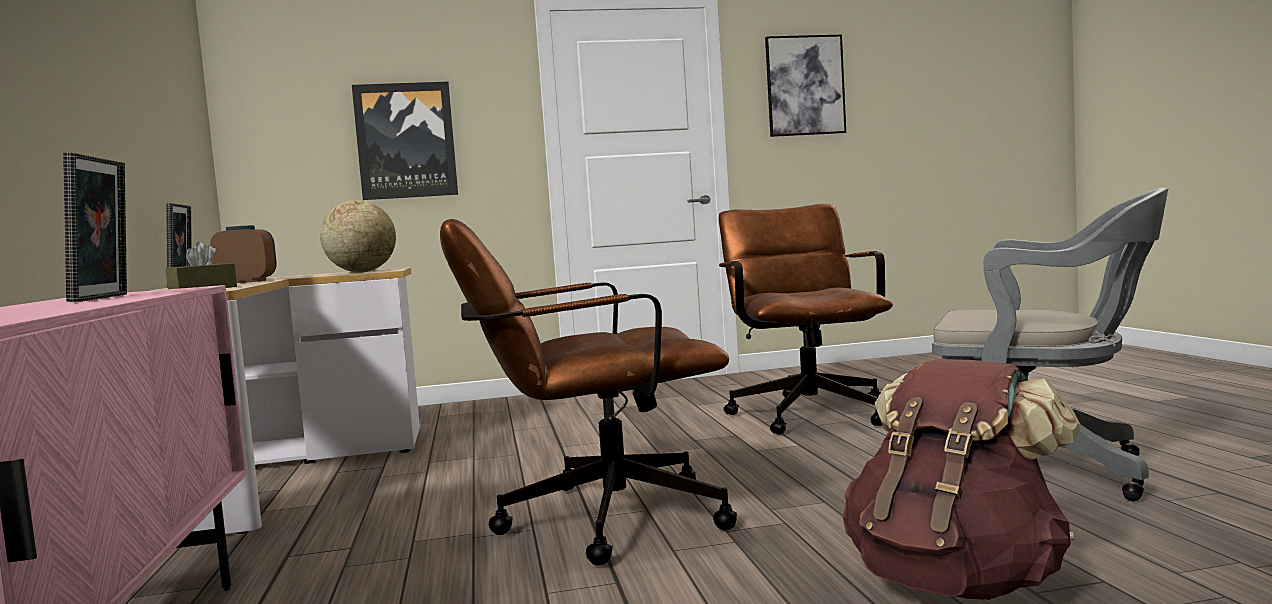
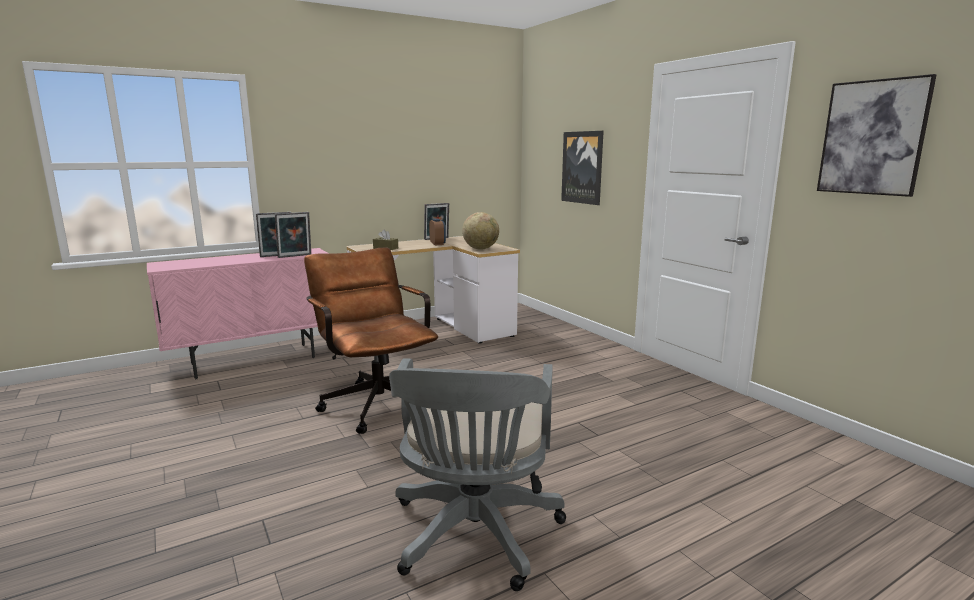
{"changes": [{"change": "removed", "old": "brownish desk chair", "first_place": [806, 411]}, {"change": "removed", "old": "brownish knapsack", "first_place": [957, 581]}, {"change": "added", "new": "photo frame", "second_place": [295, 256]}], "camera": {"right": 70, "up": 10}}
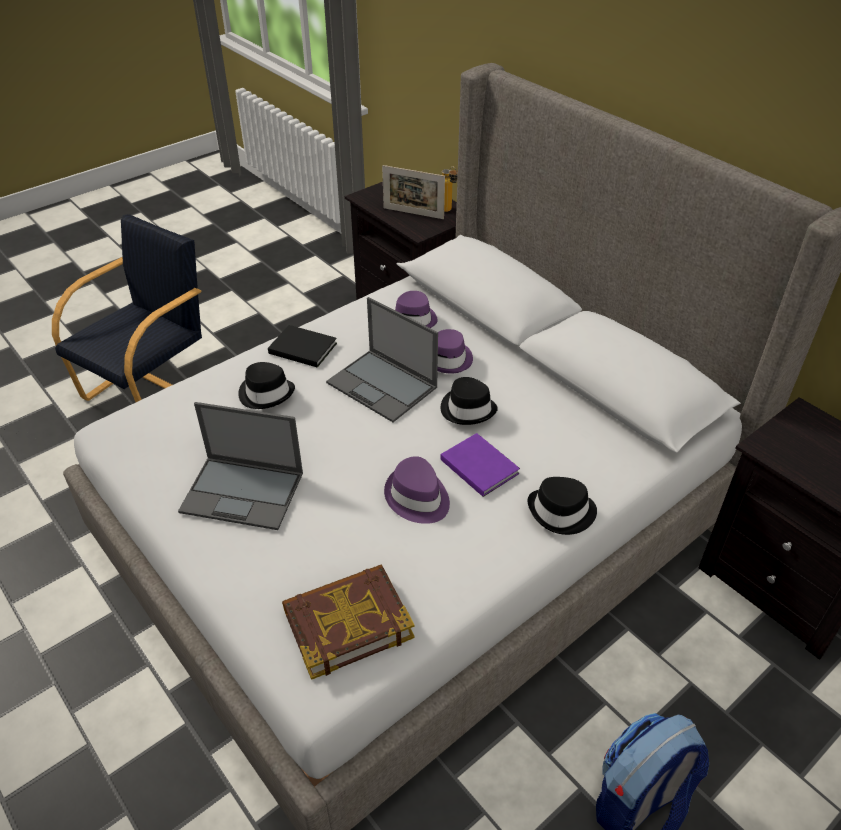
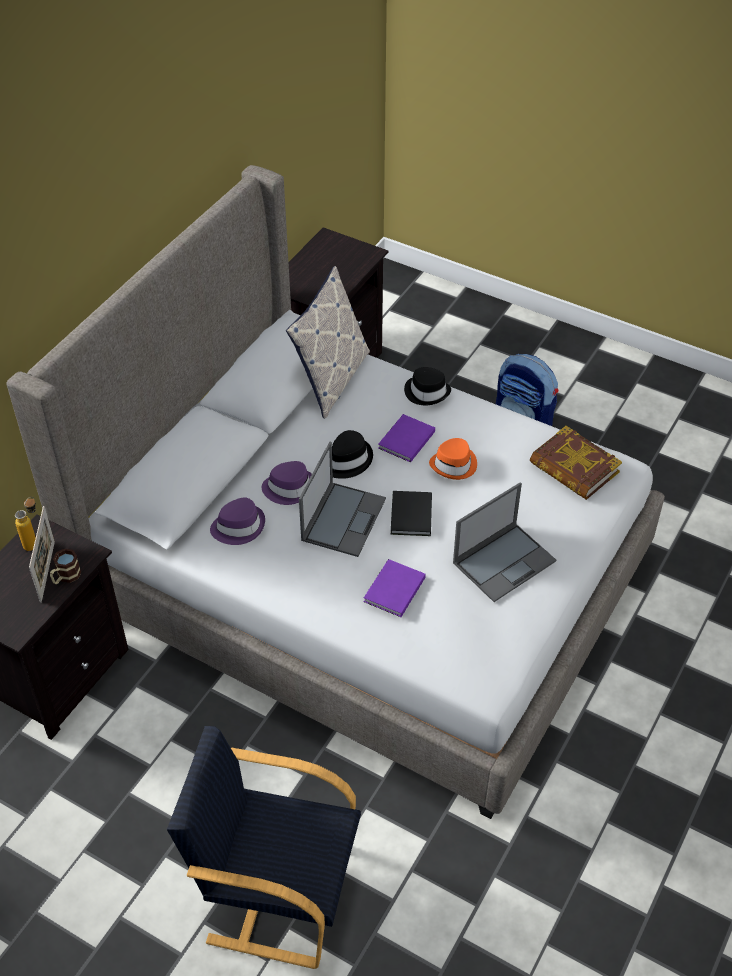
{"changes": [{"change": "added", "new": "tea mug", "second_place": [65, 577]}, {"change": "added", "new": "throw pillow", "second_place": [331, 380]}, {"change": "moved", "old": "black volume", "first_place": [302, 347], "second_place": [410, 516]}, {"change": "replaced", "old": "black wearable hat", "new": "purple-coloured volume", "first_place": [266, 393], "second_place": [393, 590]}, {"change": "recoloured", "old": "purple-coloured wearable hat", "new": "orange-coloured wearable hat", "first_place": [417, 498], "second_place": [454, 465]}, {"change": "turned", "old": "notebook computer", "first_place": [244, 492], "second_place": [505, 561], "degrees": 60}], "camera": {"right": -110, "up": 5}}
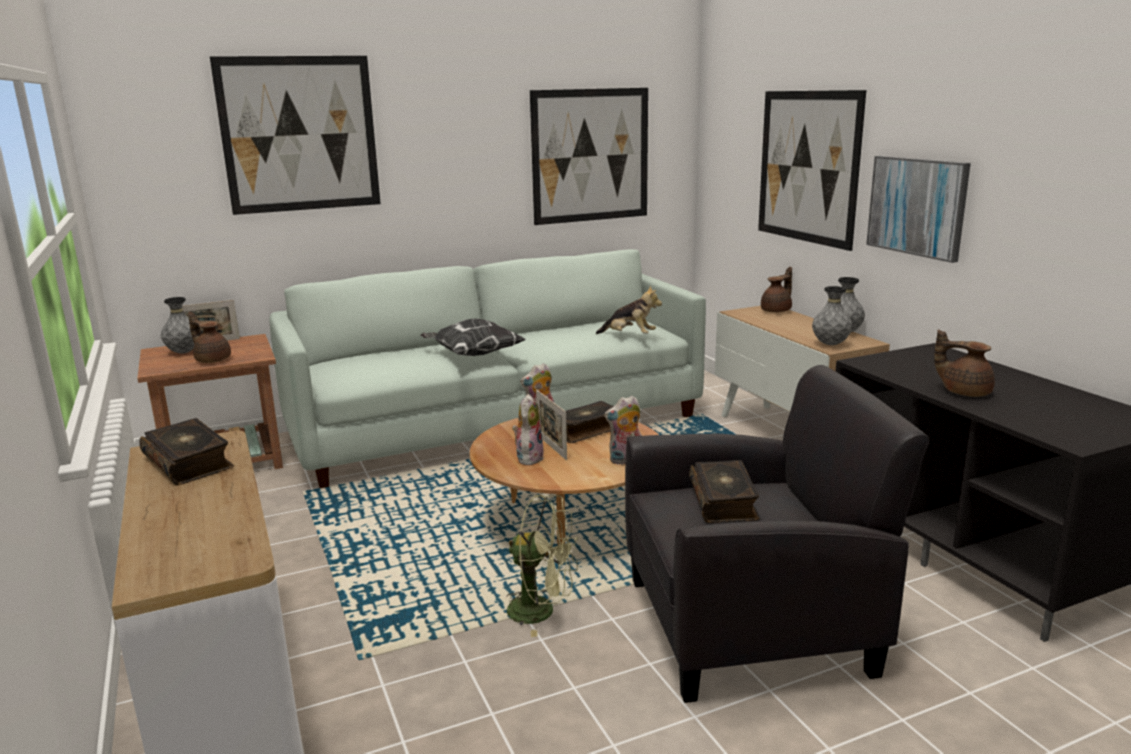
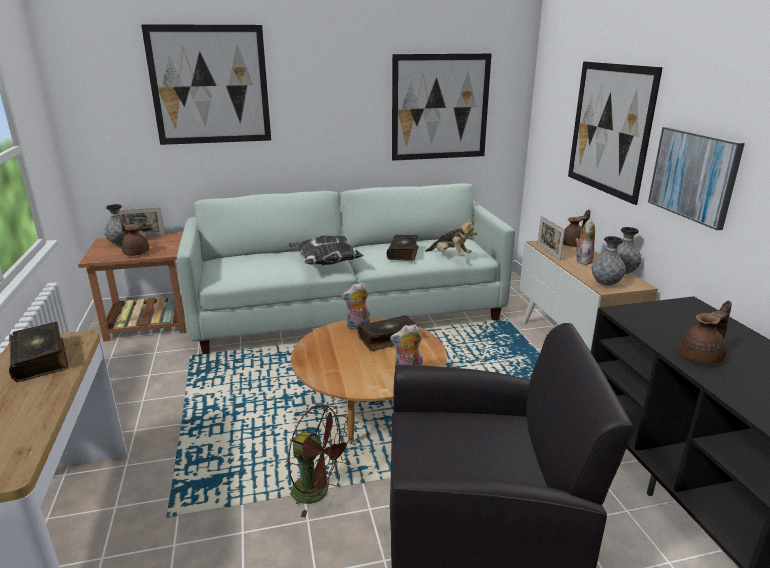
{"changes": [{"change": "moved", "old": "plush toy", "first_place": [528, 457], "second_place": [582, 260]}, {"change": "moved", "old": "photo frame", "first_place": [551, 447], "second_place": [548, 253]}, {"change": "moved", "old": "volume", "first_place": [724, 501], "second_place": [403, 253]}, {"change": "recoloured", "old": "greenish fan", "new": "brownish fan", "first_place": [541, 611], "second_place": [318, 492]}, {"change": "turned", "old": "brownish pot for tea", "first_place": [964, 392], "second_place": [702, 357], "degrees": 105}], "camera": {"right": 10, "up": 5}}
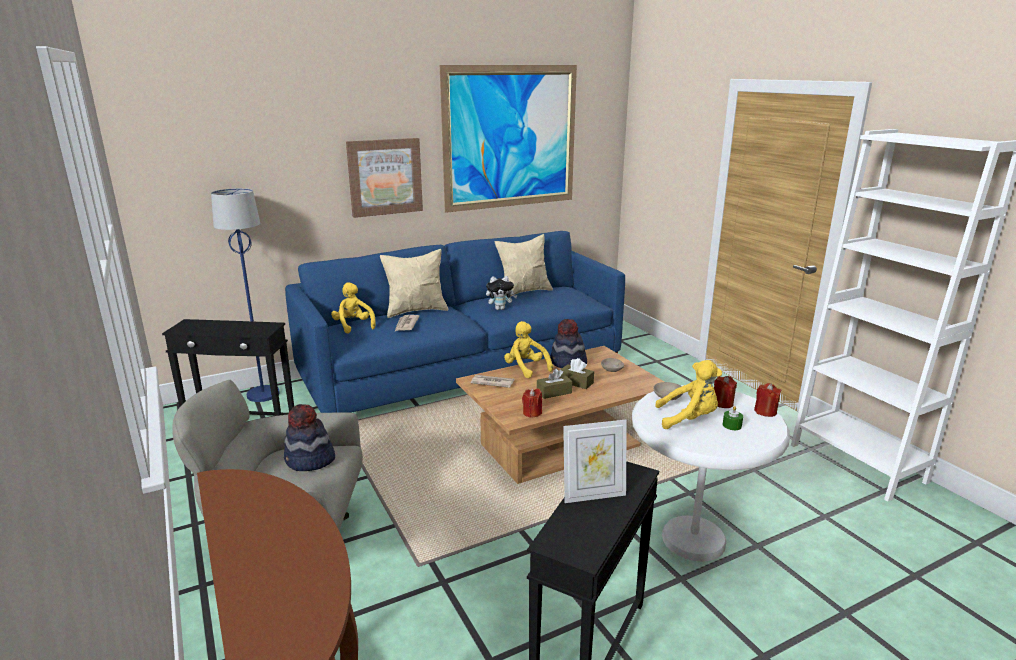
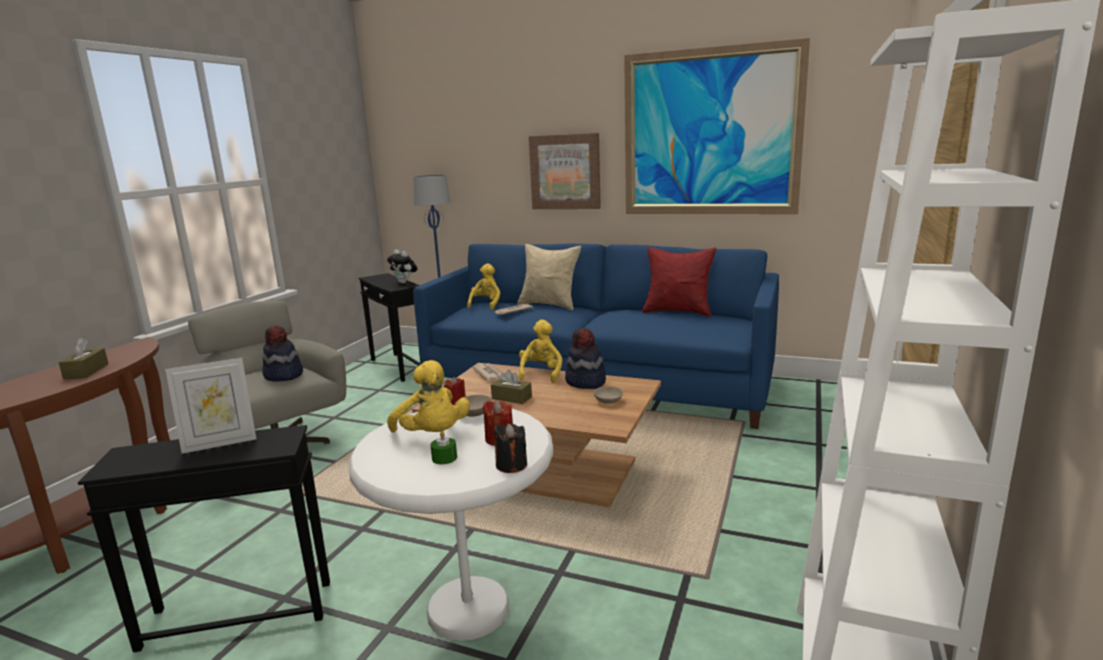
{"changes": [{"change": "moved", "old": "plush toy", "first_place": [500, 308], "second_place": [404, 283]}, {"change": "moved", "old": "brownish box of tissues", "first_place": [576, 382], "second_place": [86, 371]}, {"change": "recoloured", "old": "beige-coloured throw pillow", "new": "red throw pillow", "first_place": [524, 292], "second_place": [678, 312]}, {"change": "recoloured", "old": "red wax light", "new": "black wax light", "first_place": [765, 411], "second_place": [511, 465]}, {"change": "turned", "old": "photo frame", "first_place": [593, 495], "second_place": [220, 443], "degrees": -60}], "camera": {"right": 50, "up": -5}}
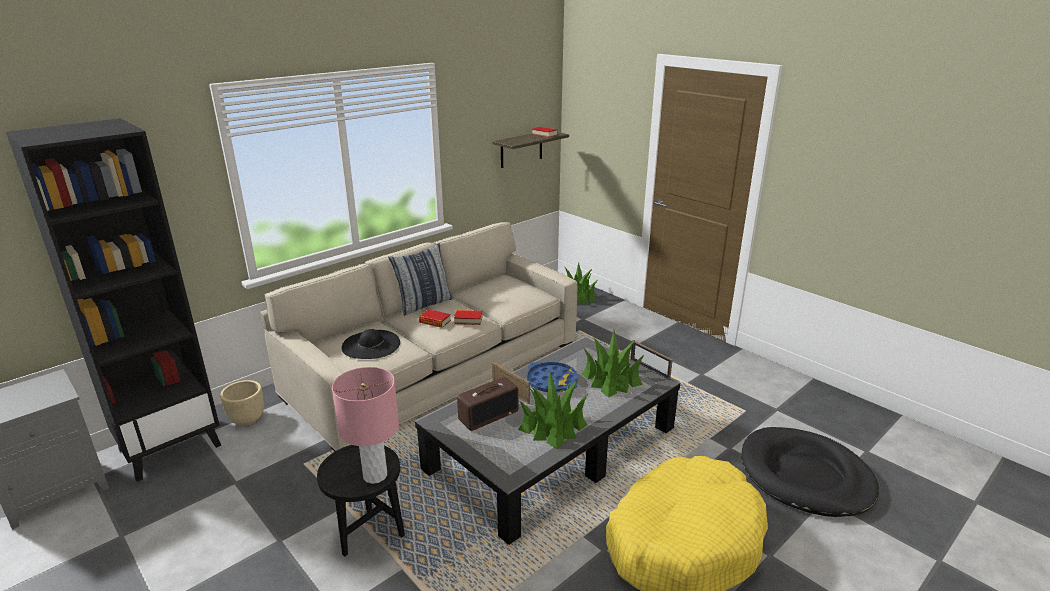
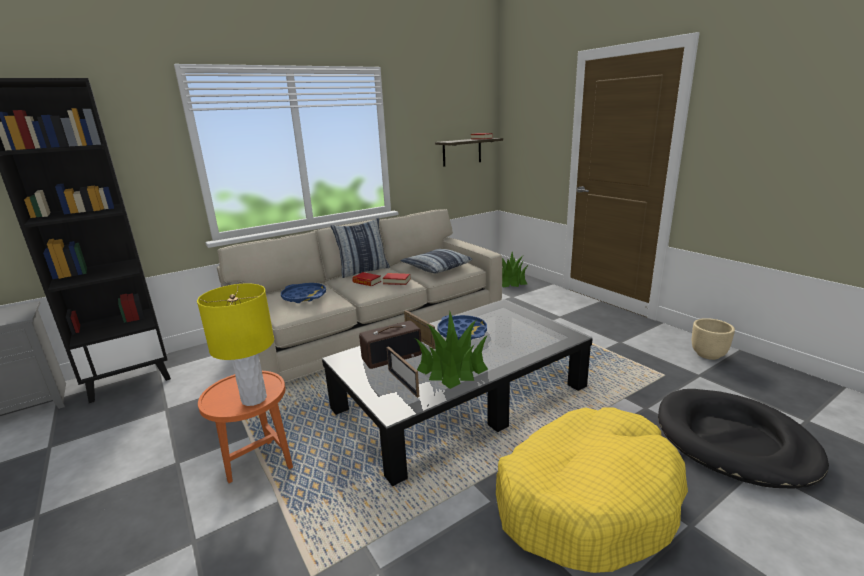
{"changes": [{"change": "removed", "old": "houseplant", "first_place": [611, 379]}, {"change": "added", "new": "throw pillow", "second_place": [436, 267]}, {"change": "moved", "old": "beige-coloured plant pot", "first_place": [247, 419], "second_place": [708, 354]}, {"change": "moved", "old": "photo frame", "first_place": [649, 369], "second_place": [403, 383]}, {"change": "replaced", "old": "black wearable hat", "new": "blue tray", "first_place": [371, 344], "second_place": [304, 296]}, {"change": "recoloured", "old": "black end table", "new": "orange-coloured end table", "first_place": [368, 537], "second_place": [258, 466]}, {"change": "recoloured", "old": "pinkish lamp for a table", "new": "yellow lamp for a table", "first_place": [375, 475], "second_place": [254, 398]}], "camera": {"right": 10, "up": -5}}
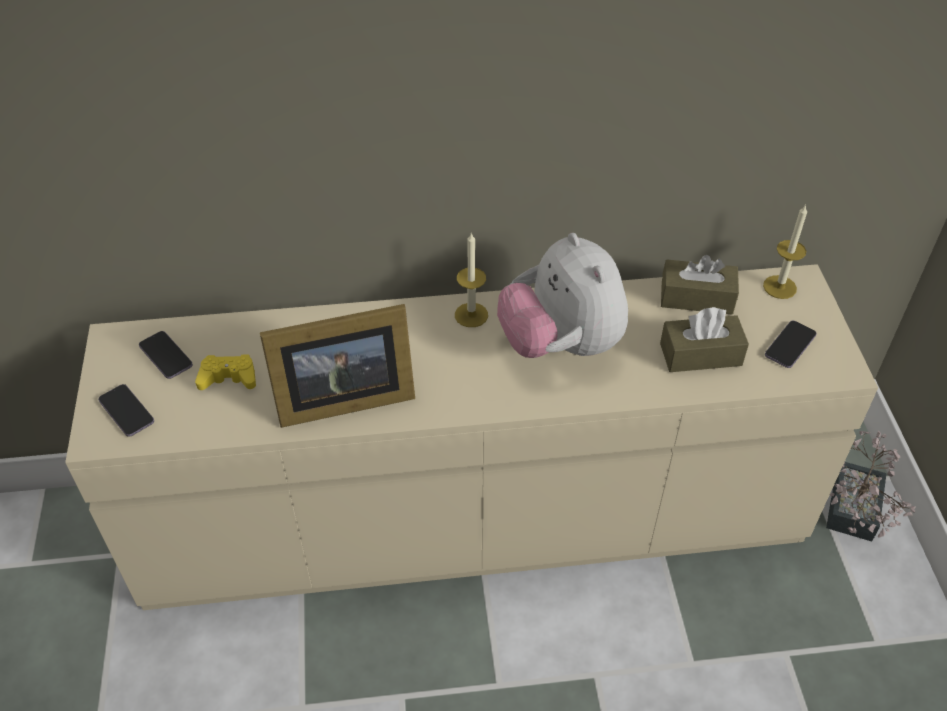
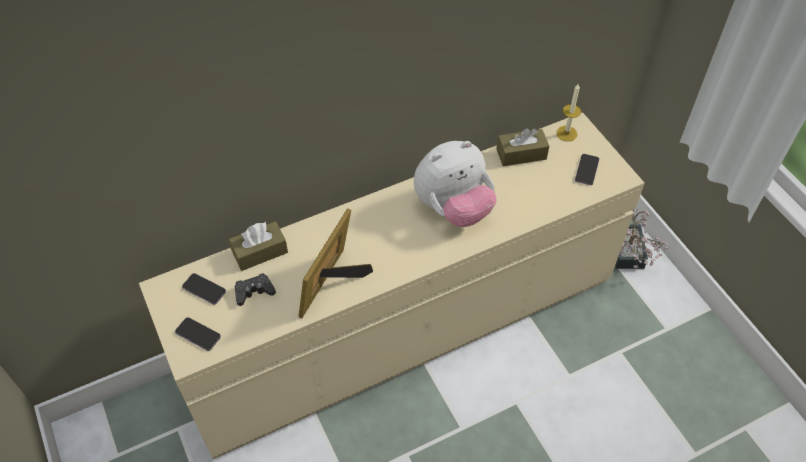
{"changes": [{"change": "removed", "old": "wax light", "first_place": [471, 315]}, {"change": "moved", "old": "brownish box of tissues", "first_place": [700, 354], "second_place": [260, 252]}, {"change": "recoloured", "old": "yellow gamepad", "new": "black gamepad", "first_place": [228, 378], "second_place": [254, 292]}, {"change": "turned", "old": "photo frame", "first_place": [340, 399], "second_place": [333, 284], "degrees": 150}, {"change": "turned", "old": "plush toy", "first_place": [561, 345], "second_place": [453, 208], "degrees": -75}], "camera": {"right": -20, "up": 5}}
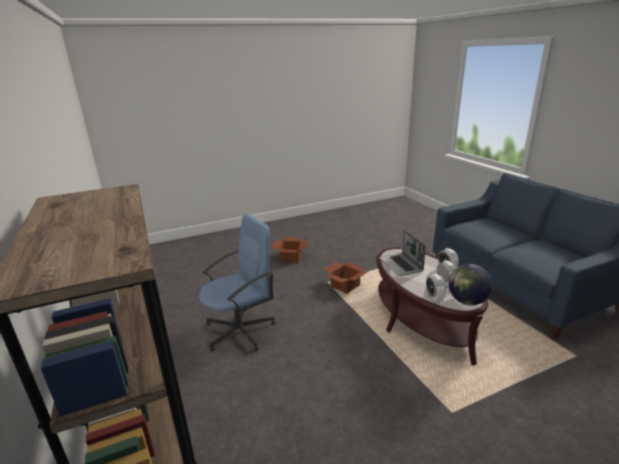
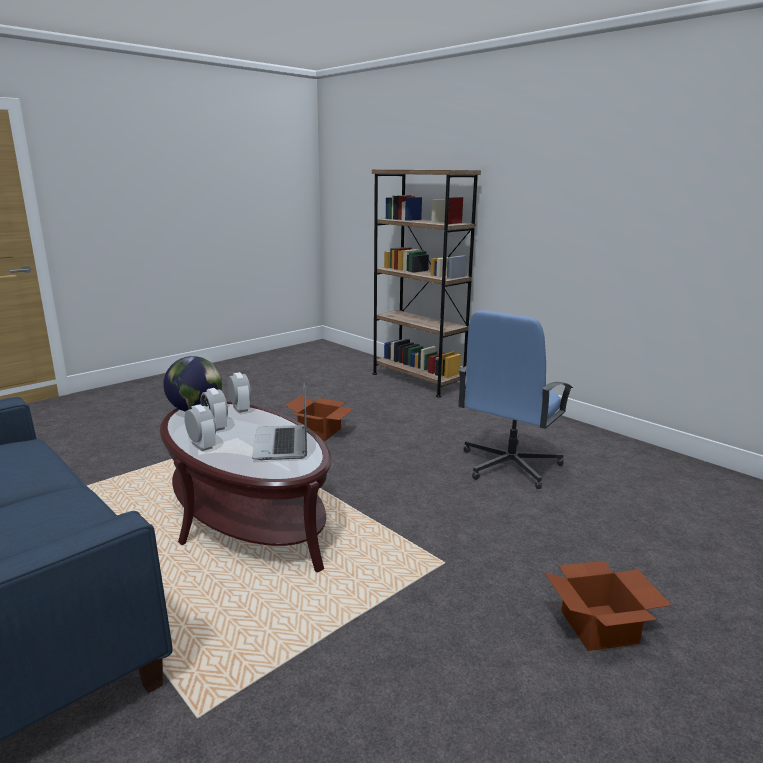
{"changes": [{"change": "moved", "old": "carton", "first_place": [345, 285], "second_place": [320, 432]}, {"change": "turned", "old": "notebook computer", "first_place": [401, 265], "second_place": [282, 444], "degrees": -150}], "camera": {"right": 160, "up": -5}}
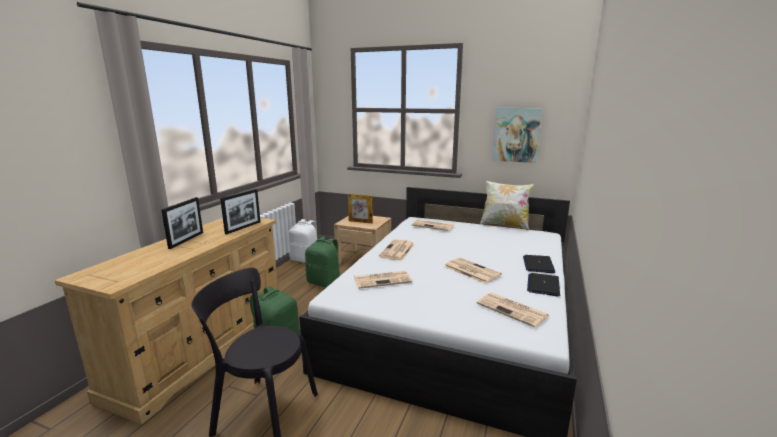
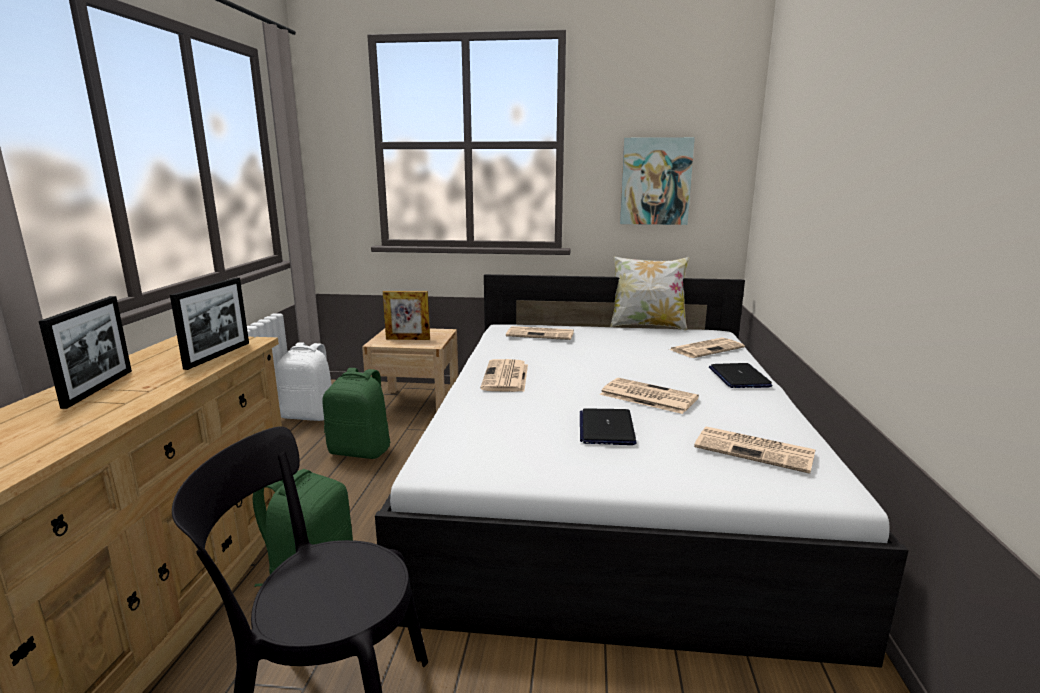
{"changes": [{"change": "moved", "old": "newspaper", "first_place": [383, 280], "second_place": [706, 348]}, {"change": "moved", "old": "notebook computer", "first_place": [543, 285], "second_place": [606, 428]}], "camera": {"right": -15, "up": 0}}
